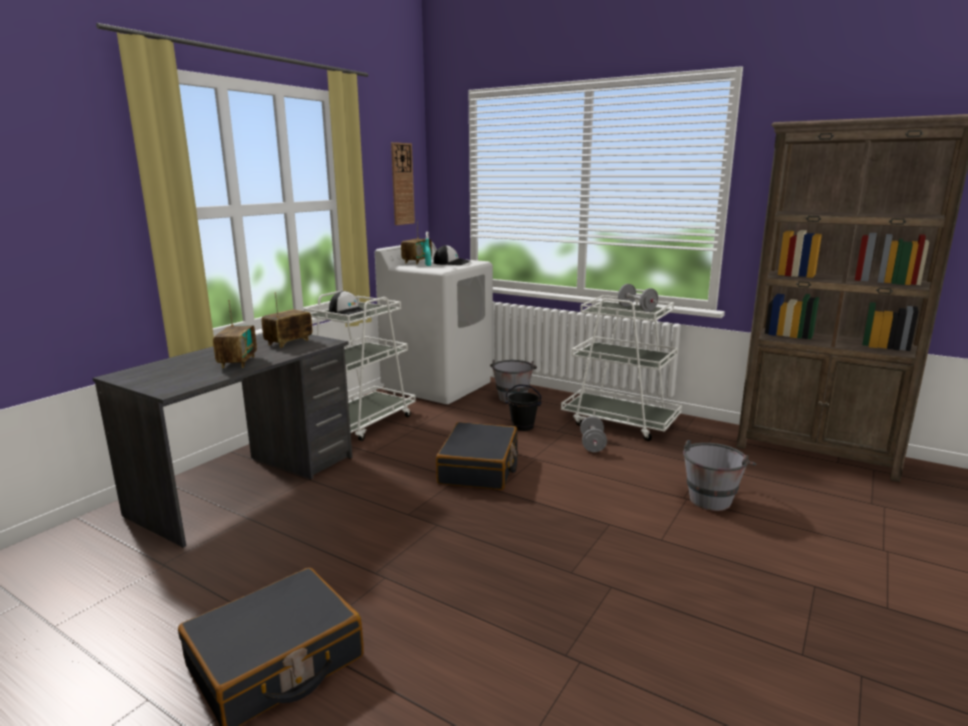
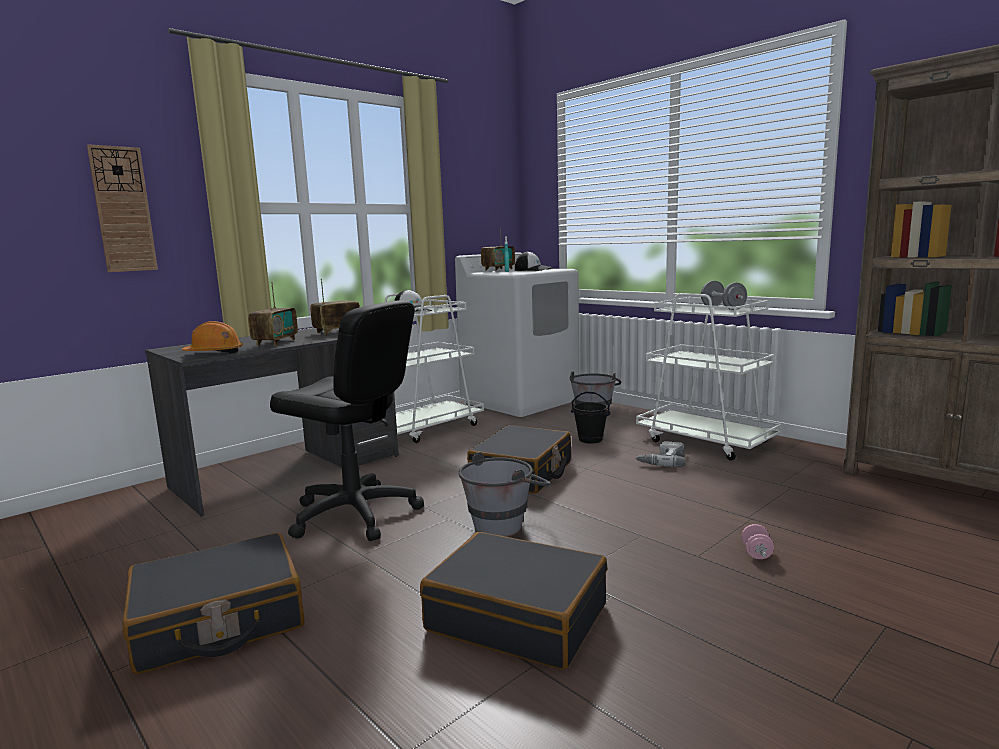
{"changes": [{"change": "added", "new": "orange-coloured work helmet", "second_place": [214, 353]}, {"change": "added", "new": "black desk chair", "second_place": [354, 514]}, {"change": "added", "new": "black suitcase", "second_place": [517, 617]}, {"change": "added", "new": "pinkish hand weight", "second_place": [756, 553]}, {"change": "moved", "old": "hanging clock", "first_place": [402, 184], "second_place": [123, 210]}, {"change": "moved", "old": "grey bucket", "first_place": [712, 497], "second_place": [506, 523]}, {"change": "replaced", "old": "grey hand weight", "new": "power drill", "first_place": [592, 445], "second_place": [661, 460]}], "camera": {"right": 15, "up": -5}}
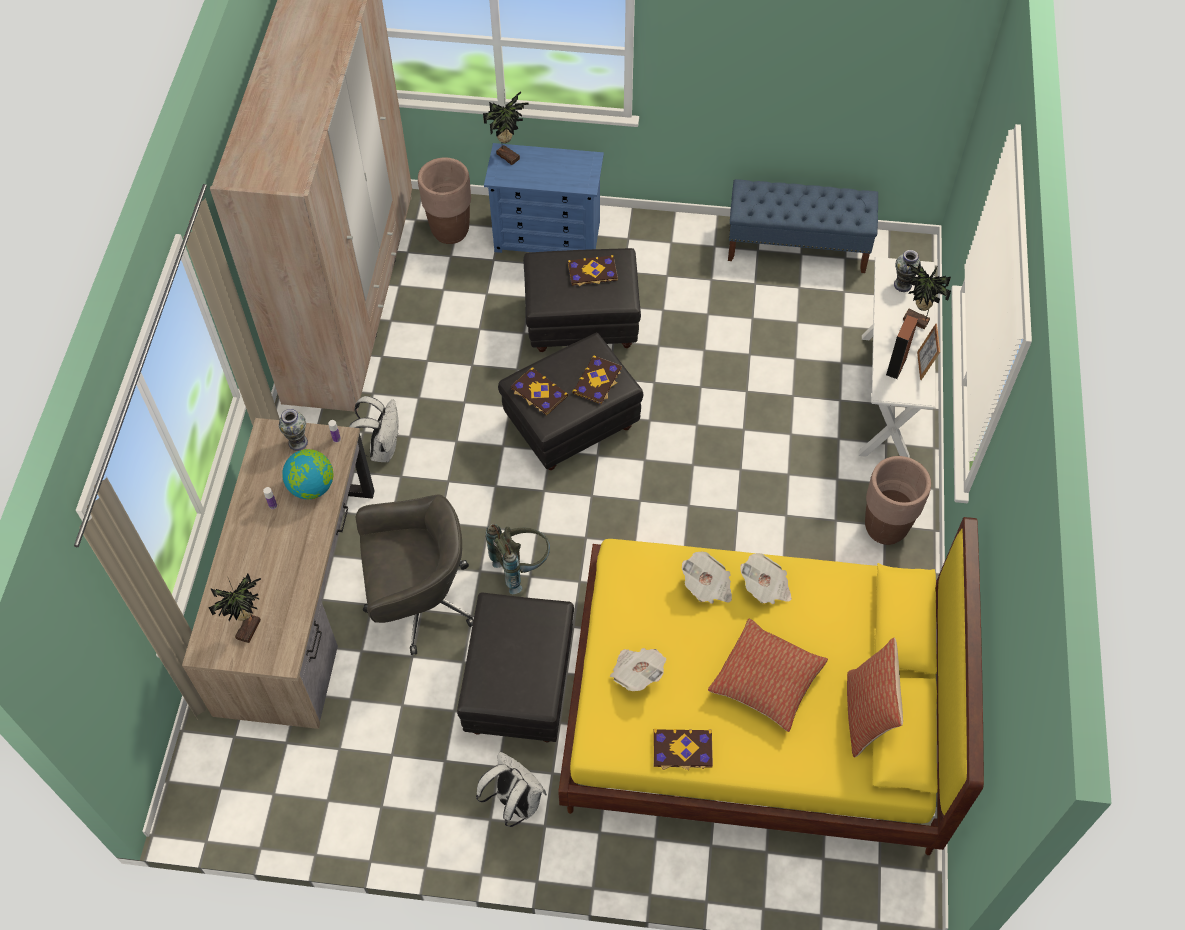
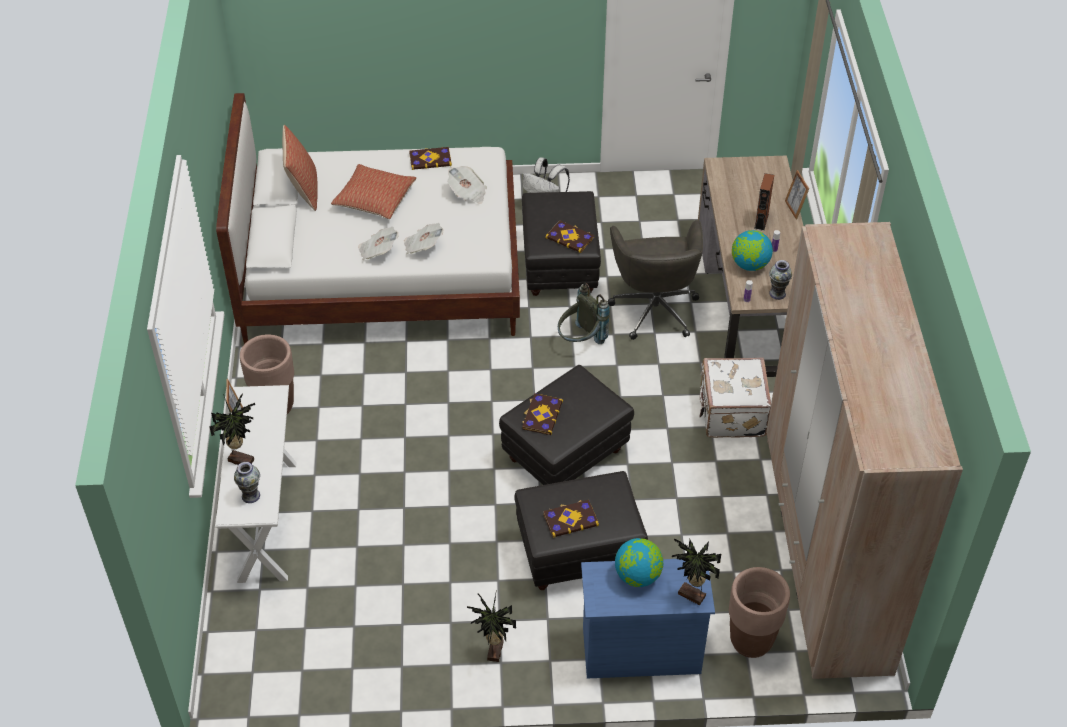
{"changes": [{"change": "removed", "old": "blue bench", "first_place": [797, 247]}, {"change": "added", "new": "desk globe", "second_place": [638, 576]}, {"change": "added", "new": "photo frame", "second_place": [794, 209]}, {"change": "moved", "old": "houseplant", "first_place": [250, 629], "second_place": [493, 651]}, {"change": "moved", "old": "volume", "first_place": [538, 393], "second_place": [570, 237]}, {"change": "moved", "old": "brownish loudspeaker", "first_place": [896, 366], "second_place": [761, 221]}, {"change": "replaced", "old": "white knapsack", "new": "white suitcase", "first_place": [382, 448], "second_place": [731, 413]}, {"change": "recoloured", "old": "yellow bed", "new": "white bed", "first_place": [755, 714], "second_place": [382, 272]}, {"change": "turned", "old": "grey desk chair", "first_place": [419, 602], "second_place": [654, 308], "degrees": -75}], "camera": {"right": 170, "up": -10}}
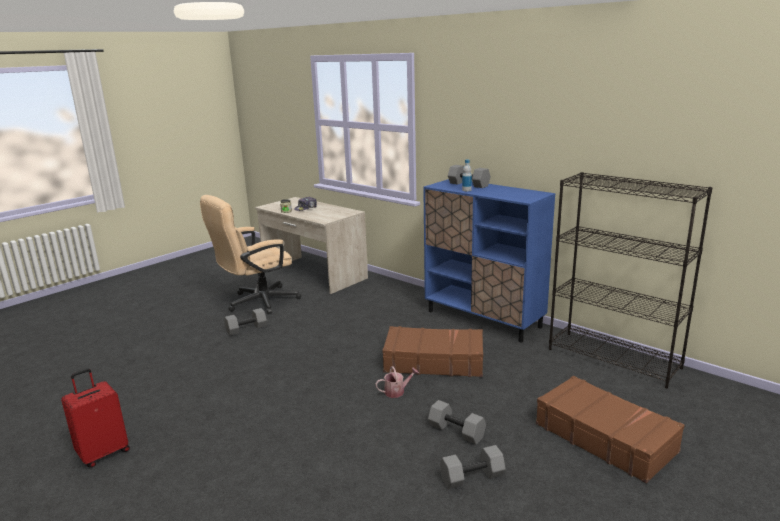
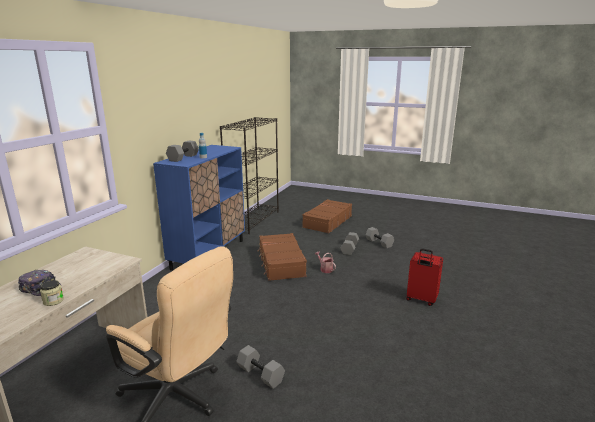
{"changes": [{"change": "moved", "old": "red suitcase", "first_place": [103, 453], "second_place": [421, 299]}], "camera": {"right": -110, "up": 0}}
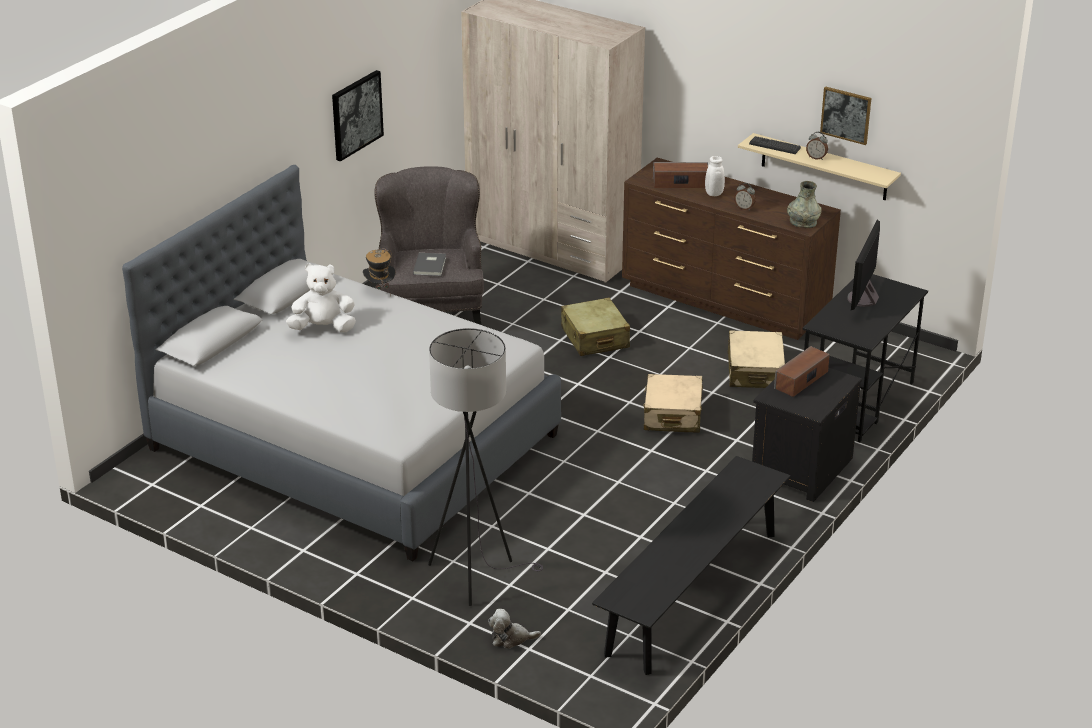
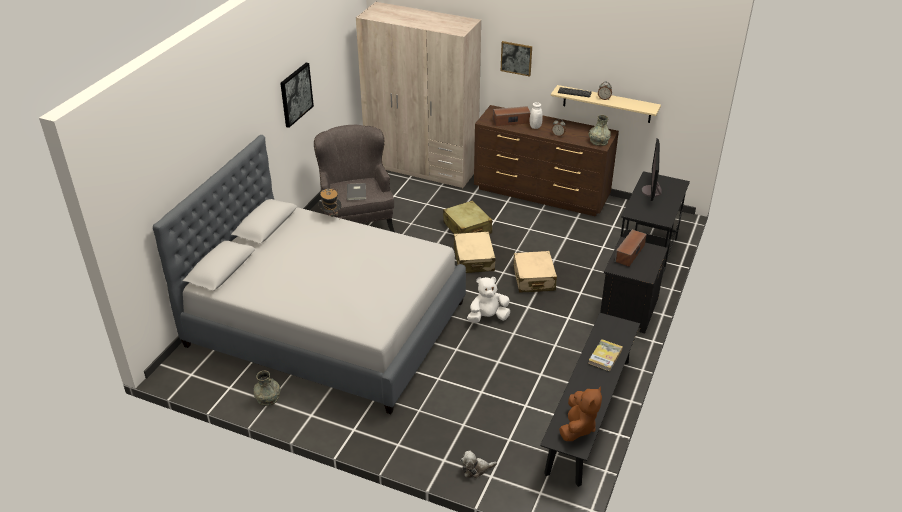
{"changes": [{"change": "removed", "old": "grey standing lamp", "first_place": [476, 574]}, {"change": "added", "new": "grey vase", "second_place": [268, 397]}, {"change": "added", "new": "brownish plush toy", "second_place": [578, 427]}, {"change": "added", "new": "volume", "second_place": [605, 356]}, {"change": "moved", "old": "white plush toy", "first_place": [323, 328], "second_place": [488, 317]}, {"change": "moved", "old": "beige-coloured suitcase", "first_place": [755, 370], "second_place": [474, 259]}, {"change": "moved", "old": "picture", "first_place": [846, 115], "second_place": [516, 58]}], "camera": {"right": -10, "up": 5}}
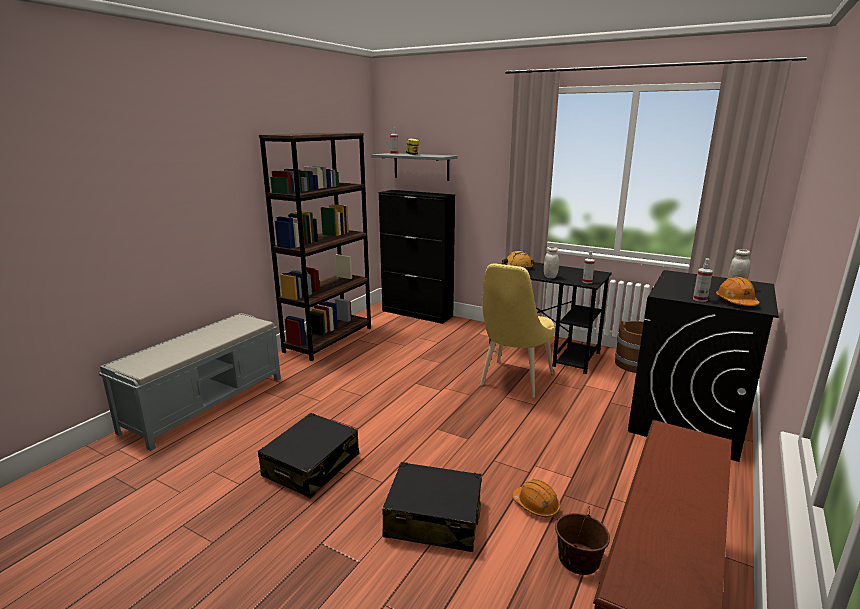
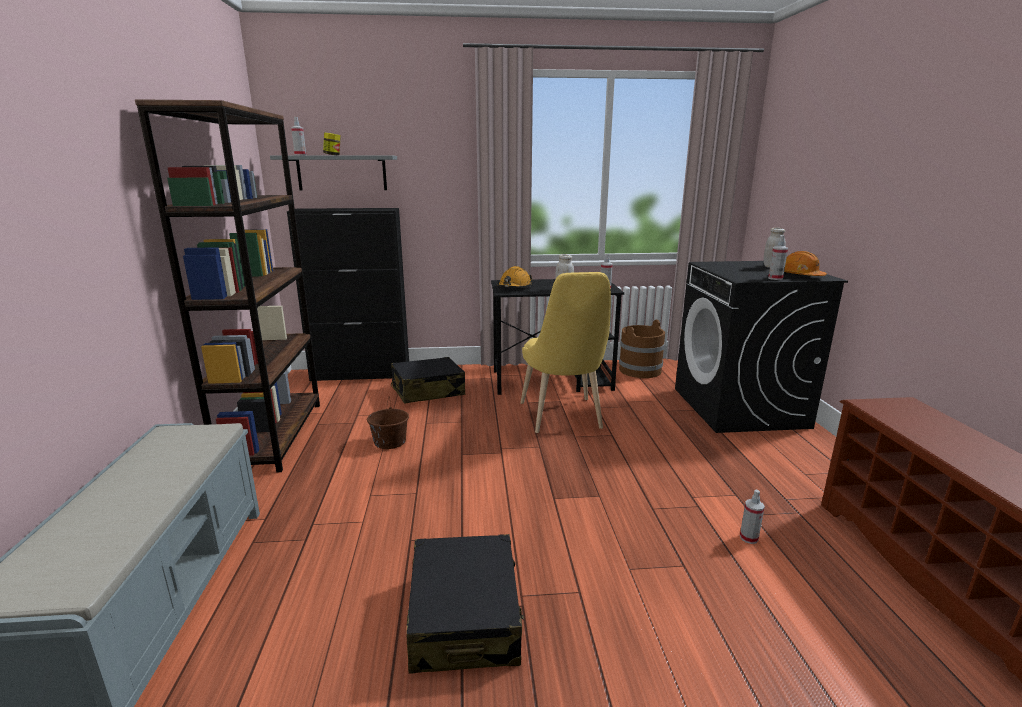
{"changes": [{"change": "moved", "old": "black suitcase", "first_place": [433, 519], "second_place": [427, 391]}, {"change": "moved", "old": "brownish bucket", "first_place": [579, 559], "second_place": [390, 442]}, {"change": "replaced", "old": "orange-coloured work helmet", "new": "hand sprayer", "first_place": [536, 506], "second_place": [749, 538]}], "camera": {"right": -35, "up": 0}}
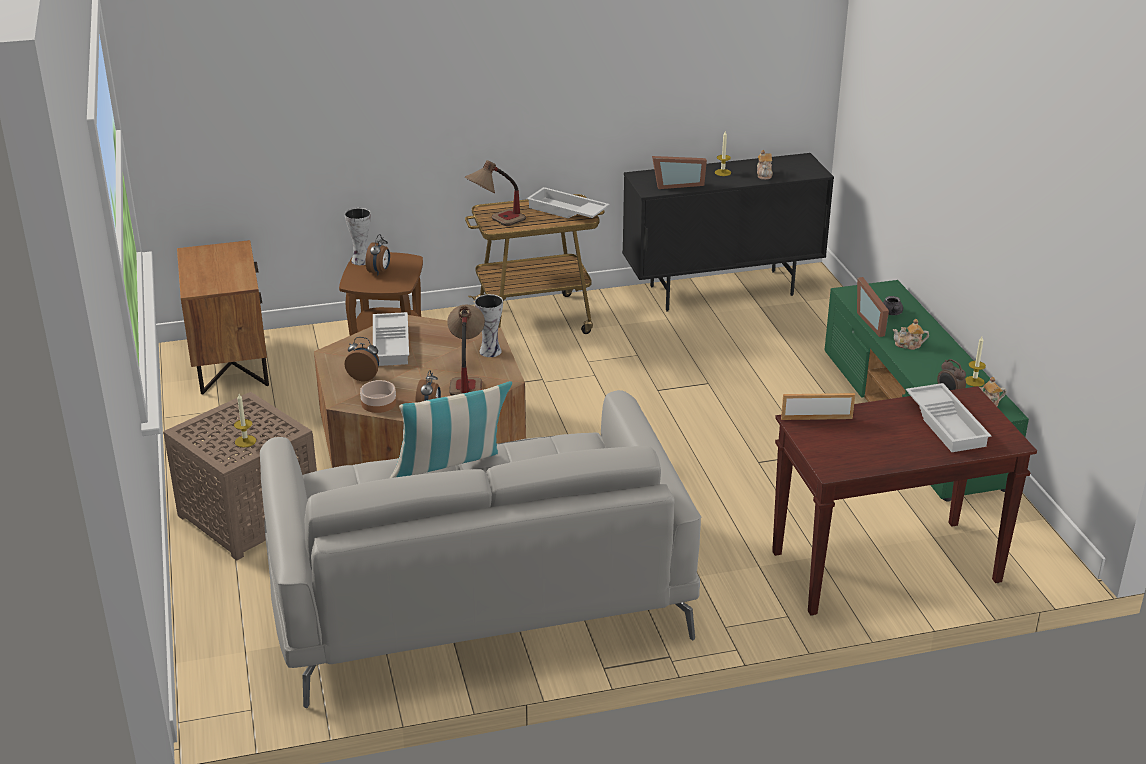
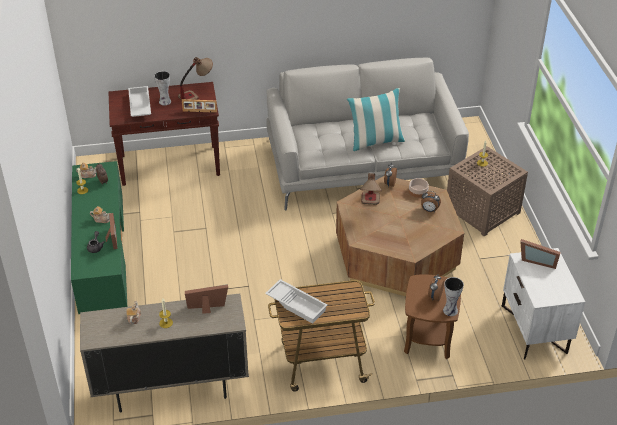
{"changes": [{"change": "removed", "old": "white tray", "first_place": [392, 344]}, {"change": "added", "new": "photo frame", "second_place": [537, 260]}, {"change": "moved", "old": "lamp for a table", "first_place": [495, 224], "second_place": [196, 94]}, {"change": "moved", "old": "vase", "first_place": [491, 351], "second_place": [164, 102]}, {"change": "recoloured", "old": "brownish night table", "new": "white night table", "first_place": [230, 363], "second_place": [535, 329]}, {"change": "recoloured", "old": "black cabinet", "new": "beige-coloured cabinet", "first_place": [722, 290], "second_place": [171, 388]}], "camera": {"right": -175, "up": 10}}
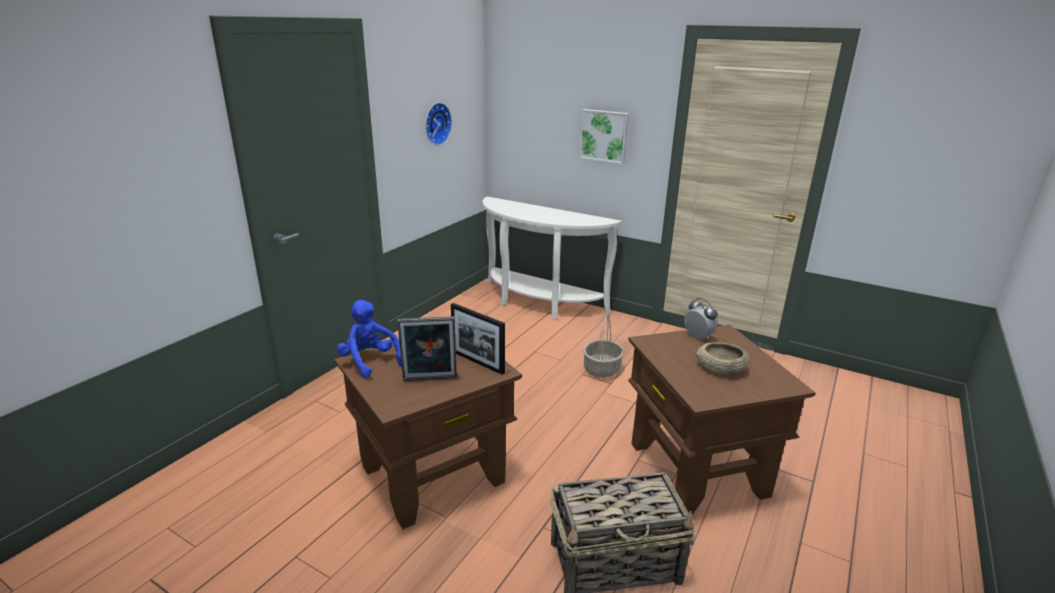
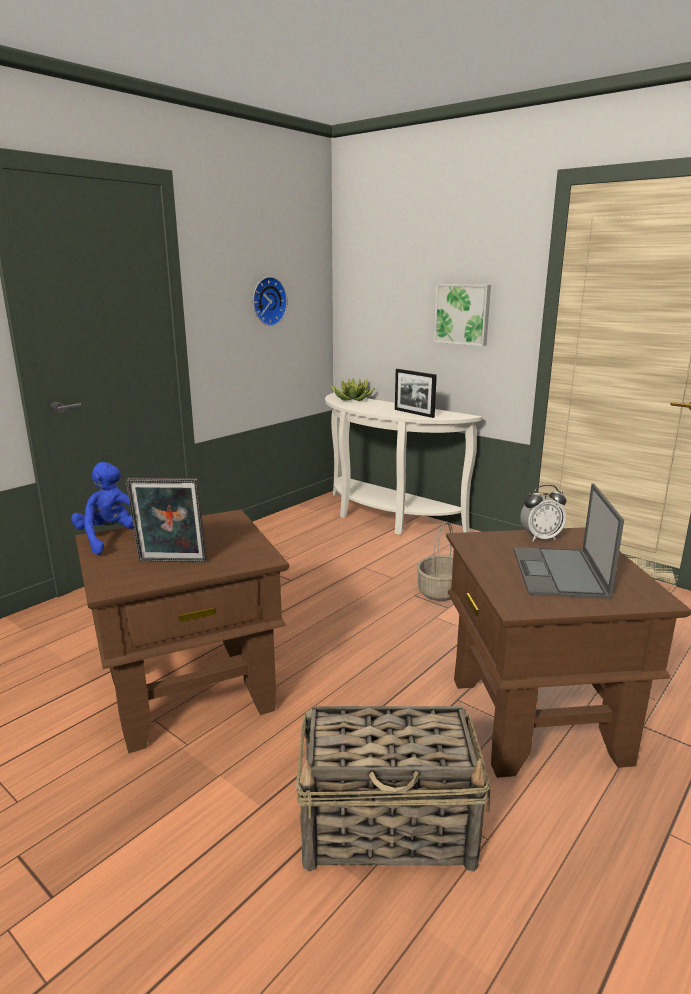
{"changes": [{"change": "added", "new": "houseplant", "second_place": [351, 399]}, {"change": "moved", "old": "photo frame", "first_place": [477, 362], "second_place": [414, 413]}, {"change": "replaced", "old": "beige-coloured serving bowl", "new": "notebook computer", "first_place": [721, 368], "second_place": [559, 573]}, {"change": "turned", "old": "bedside clock", "first_place": [698, 337], "second_place": [540, 538], "degrees": 105}], "camera": {"right": 10, "up": -5}}
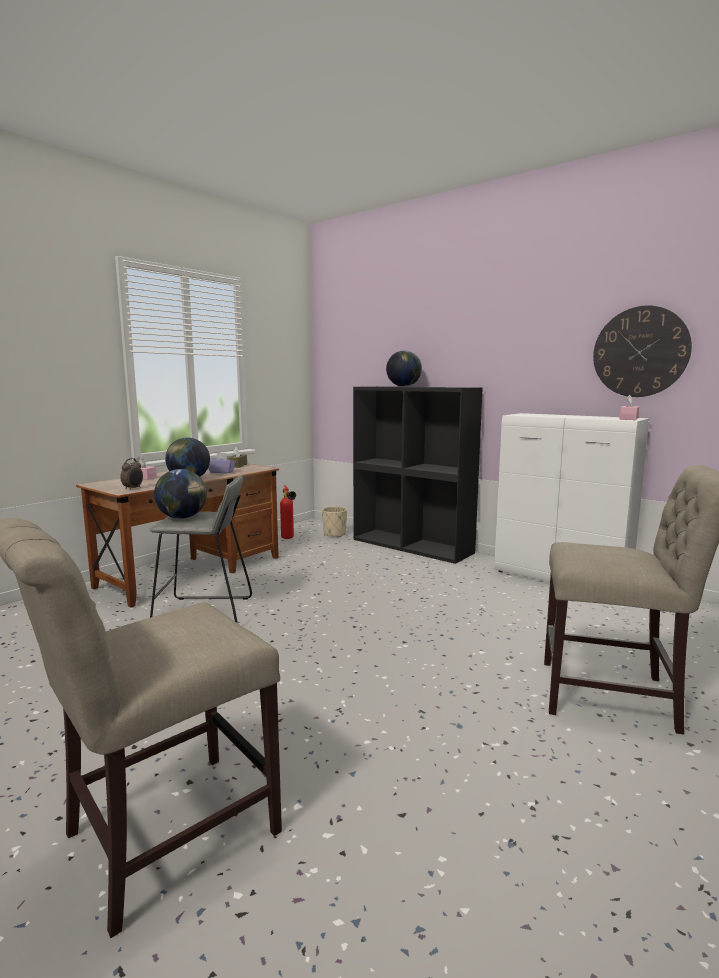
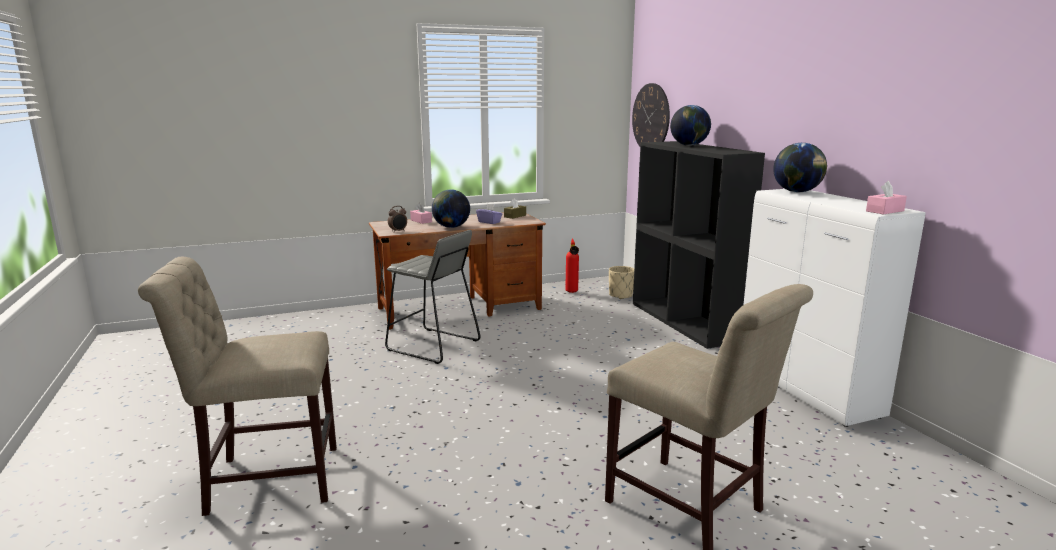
{"changes": [{"change": "moved", "old": "desk globe", "first_place": [182, 517], "second_place": [797, 192]}, {"change": "moved", "old": "hanging clock", "first_place": [640, 352], "second_place": [651, 117]}], "camera": {"right": 30, "up": 5}}
